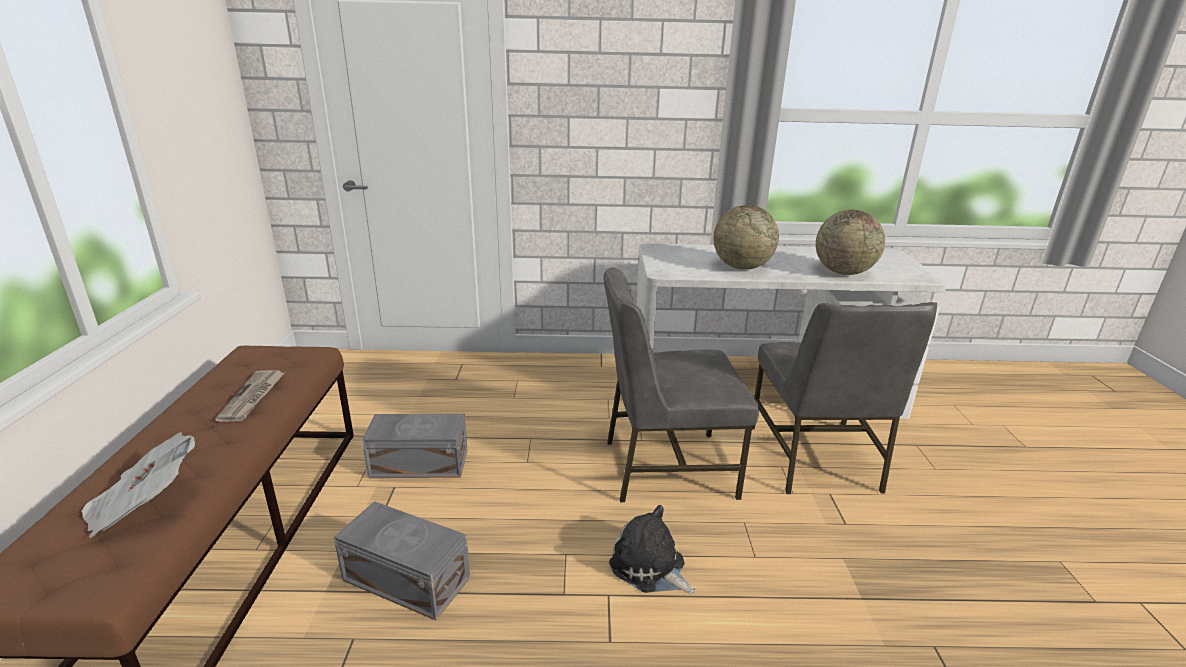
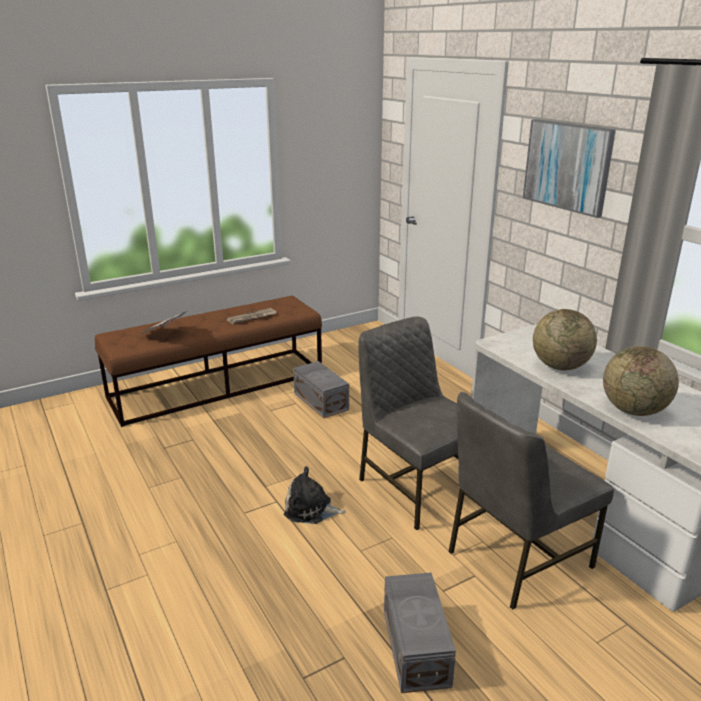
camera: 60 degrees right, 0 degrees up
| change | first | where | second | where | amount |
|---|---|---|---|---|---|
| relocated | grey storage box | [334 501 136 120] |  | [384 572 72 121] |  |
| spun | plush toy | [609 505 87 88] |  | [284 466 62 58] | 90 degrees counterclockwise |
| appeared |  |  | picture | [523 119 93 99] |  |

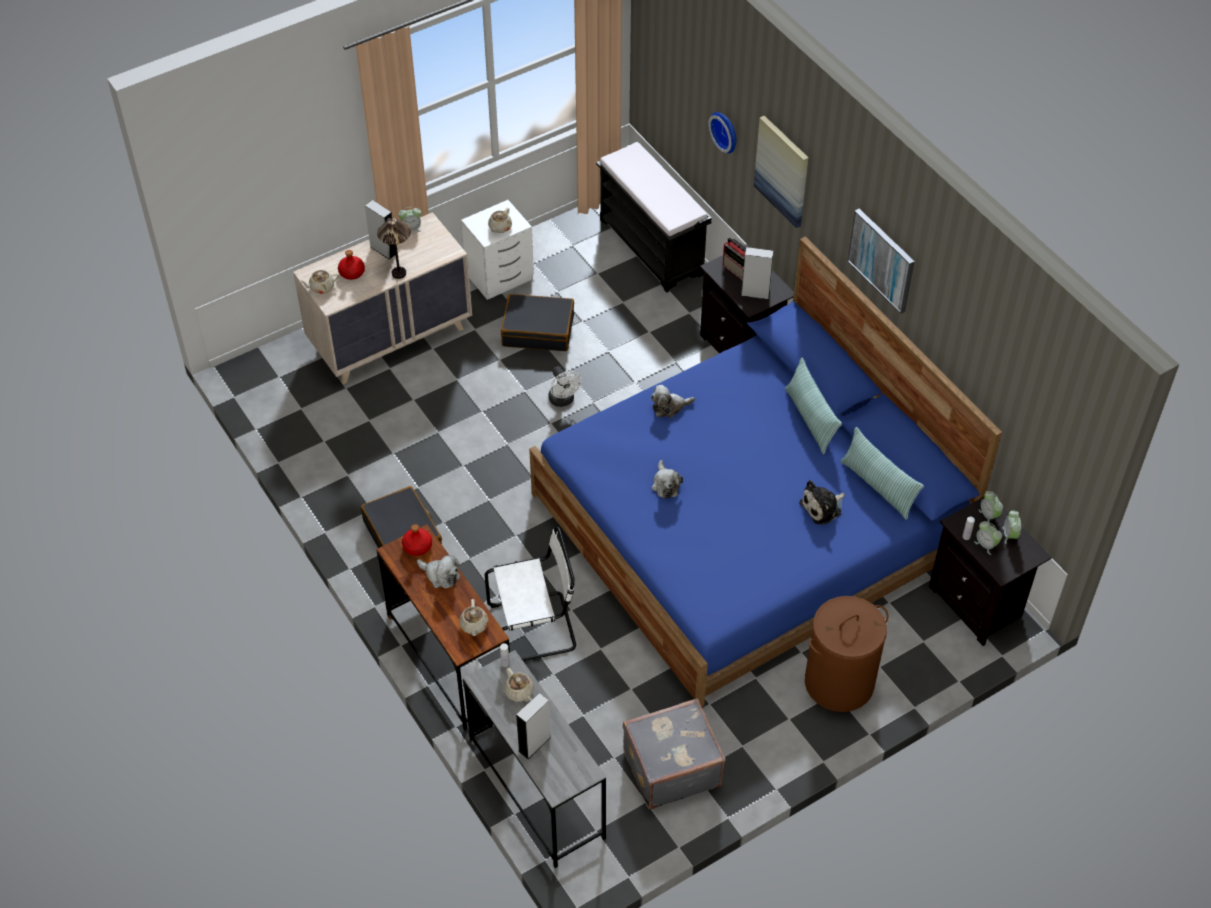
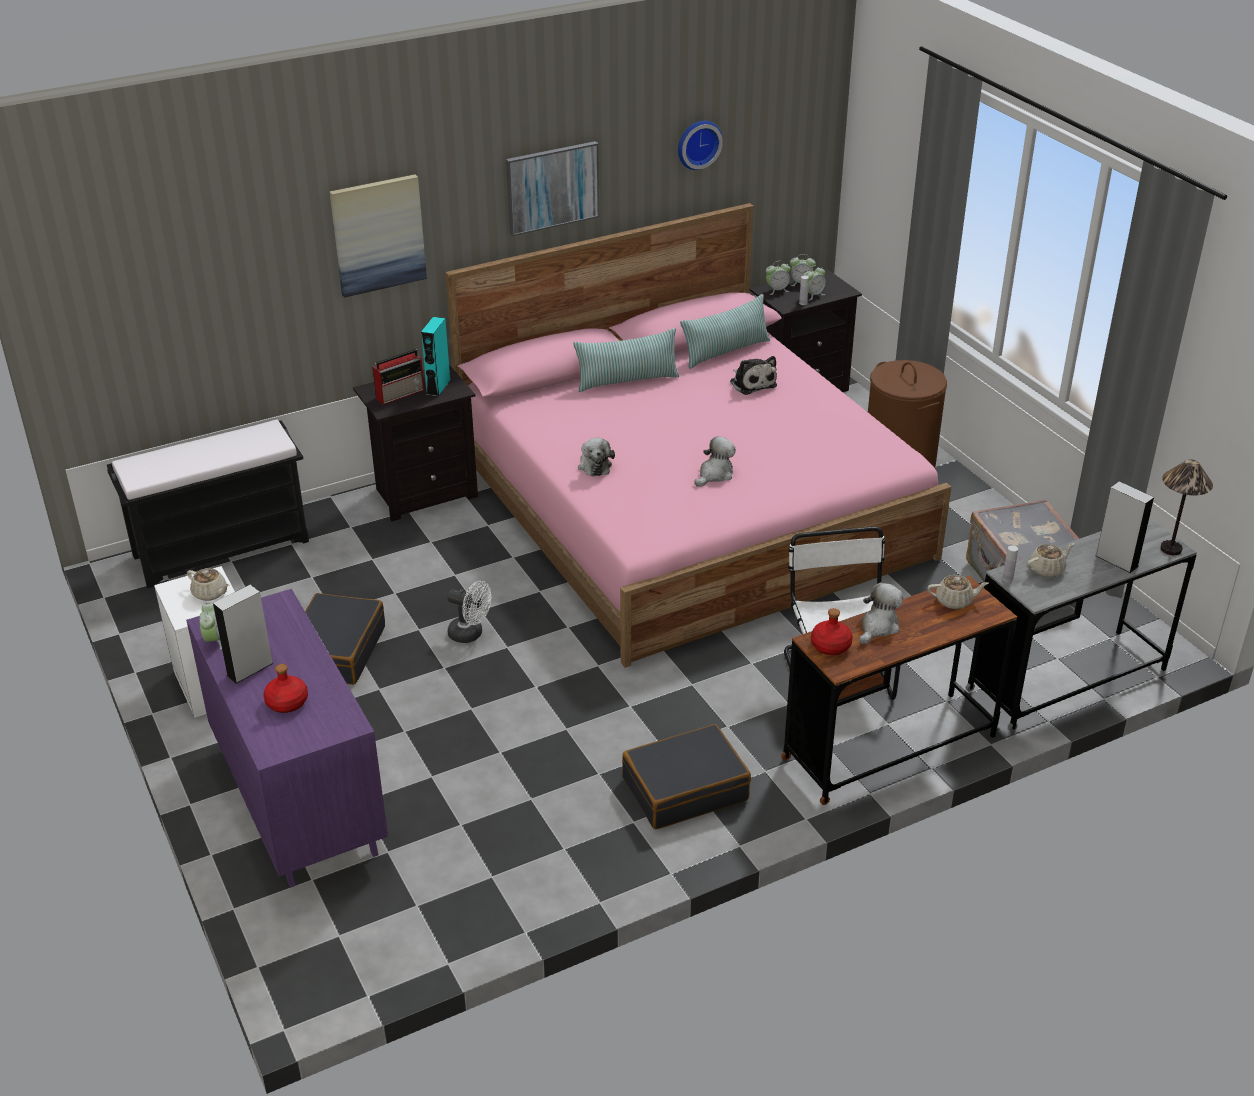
camera: 85 degrees left, 15 degrees down
| change | first | where | second | where | amount |
|---|---|---|---|---|---|
| relocated | wall clock | [708 112 29 41] |  | [678 121 45 49] |  |
| colour | beige dresser | [293 212 179 172] | purple dresser | [186 589 202 299] |  |
| relocated | table lamp | [377 218 34 61] |  | [1161 459 52 96] |  |
| colour | blue bed | [529 236 473 471] | pink bed | [445 203 506 465] |  |
| colour | grey speaker | [741 247 33 53] | turquoise speaker | [421 317 29 79] |  |
| missing | beige teapot | [299 270 40 24] |  |  |  |
| spun | white fan | [548 366 34 41] |  | [447 581 44 62] | 45 degrees clockwise |
| spun | plush toy | [651 460 32 39] |  | [694 436 42 51] | 45 degrees counterclockwise |

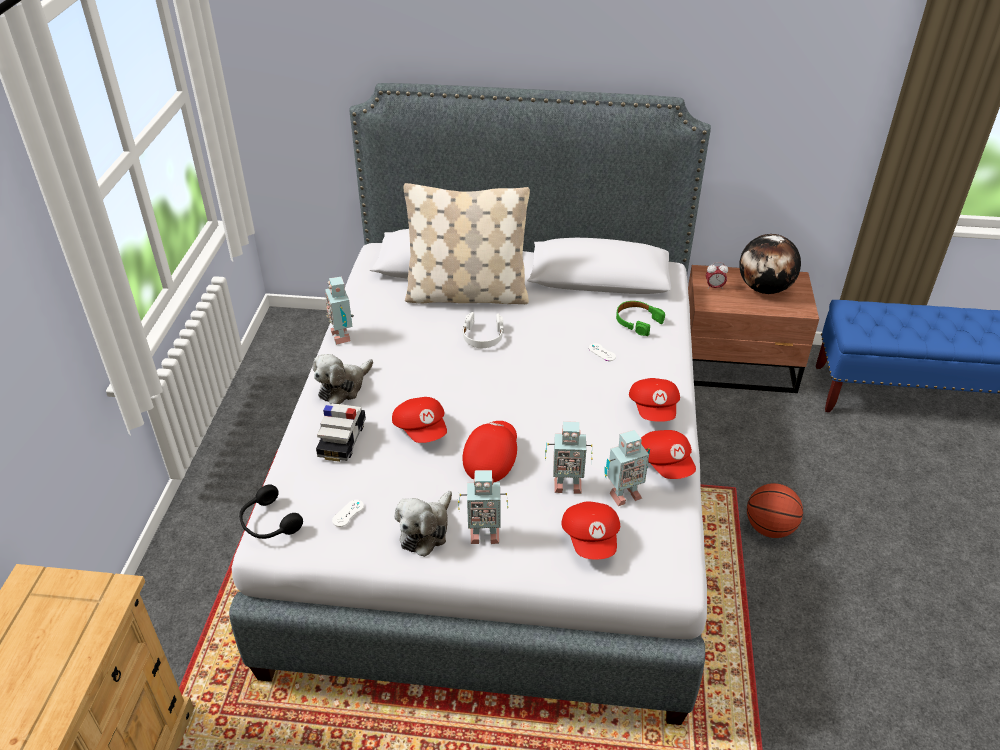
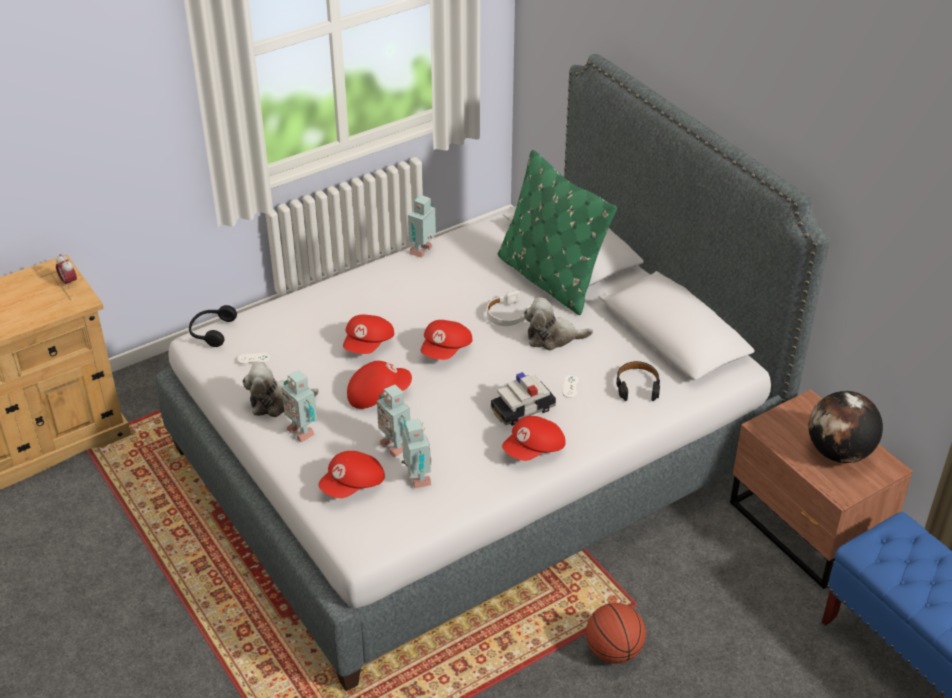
camera: 50 degrees right, 0 degrees up
| change | first | where | second | where | amount |
|---|---|---|---|---|---|
| colour | beige pillow | [403 183 127 121] | green pillow | [498 150 119 165] |  |
| relocated | alarm clock | [706 263 22 27] |  | [56 254 21 33] |  |
| colour | green headphones | [616 301 49 35] | black headphones | [616 361 44 40] |  |
| relocated | plush toy | [313 354 60 50] |  | [524 297 69 54] |  |
| relocated | toy car | [316 403 50 59] |  | [491 372 65 54] |  |
| spun | toy robot | [604 430 46 76] |  | [401 418 31 71] | 135 degrees counterclockwise |
| relocated | red cap | [641 430 55 49] |  | [420 320 52 40] |  |

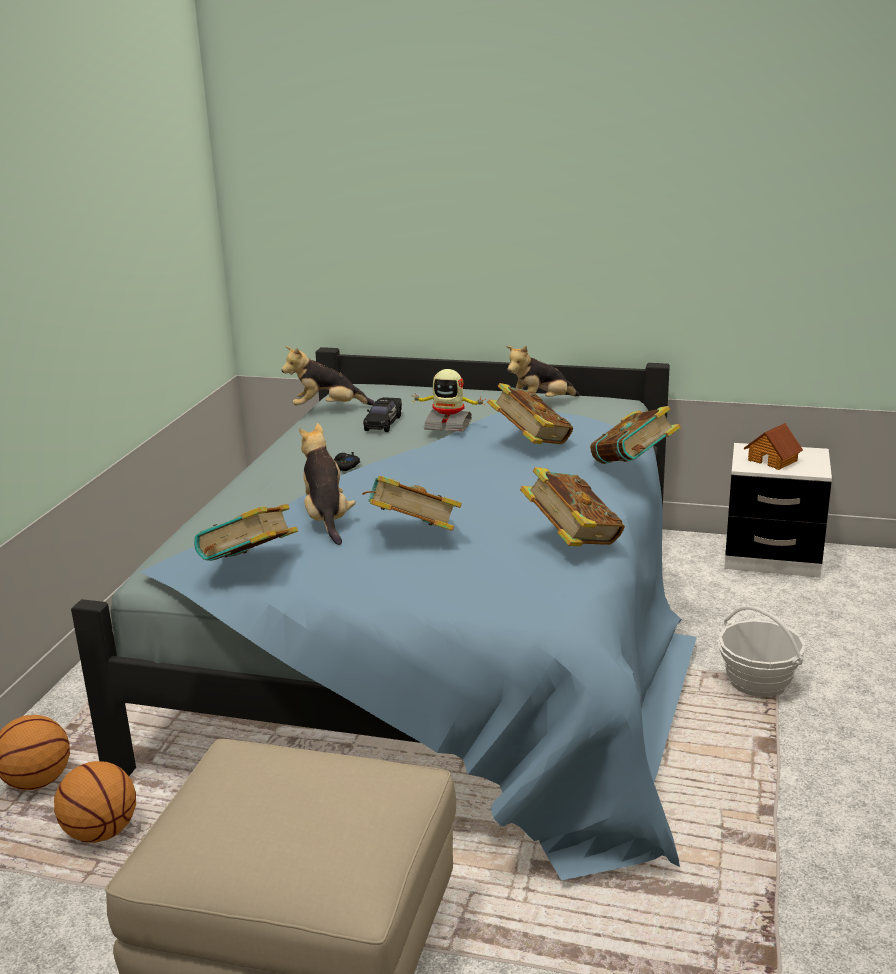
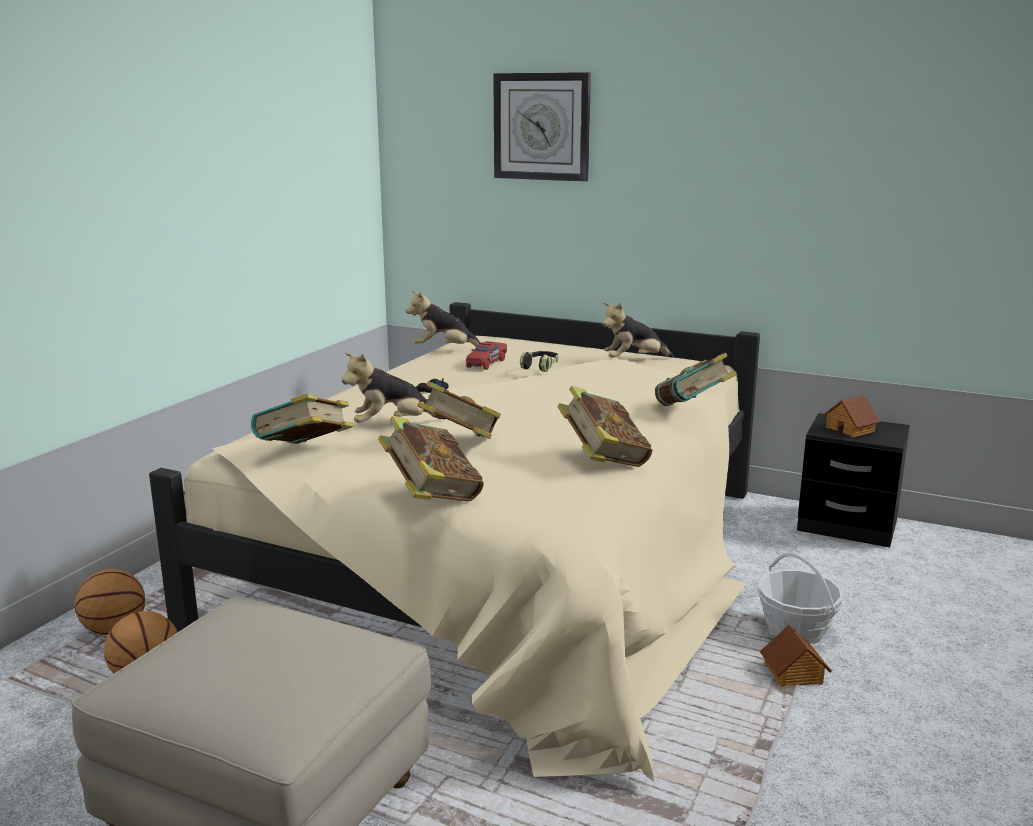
camera: 10 degrees right, 5 degrees down
| change | first | where | second | where | amount |
|---|---|---|---|---|---|
| colour | blue bed | [71 347 626 533] | beige bed | [149 302 611 480] |  |
| exchanged | toy robot | [412 369 74 63] | headphones | [520 351 38 21] |  |
| relocated | book | [487 383 86 61] |  | [378 416 106 86] |  |
| colour | black toy car | [363 397 39 35] | red toy car | [466 341 41 29] |  |
| spun | plush toy | [299 423 57 122] |  | [342 353 104 69] | 105 degrees counterclockwise |
| colour | white nightstand | [724 443 108 134] | black nightstand | [797 413 113 134] |  |
| appeared |  |  | wall clock | [493 72 98 110] |  |
| appeared |  |  | toy house | [760 624 72 63] |  |

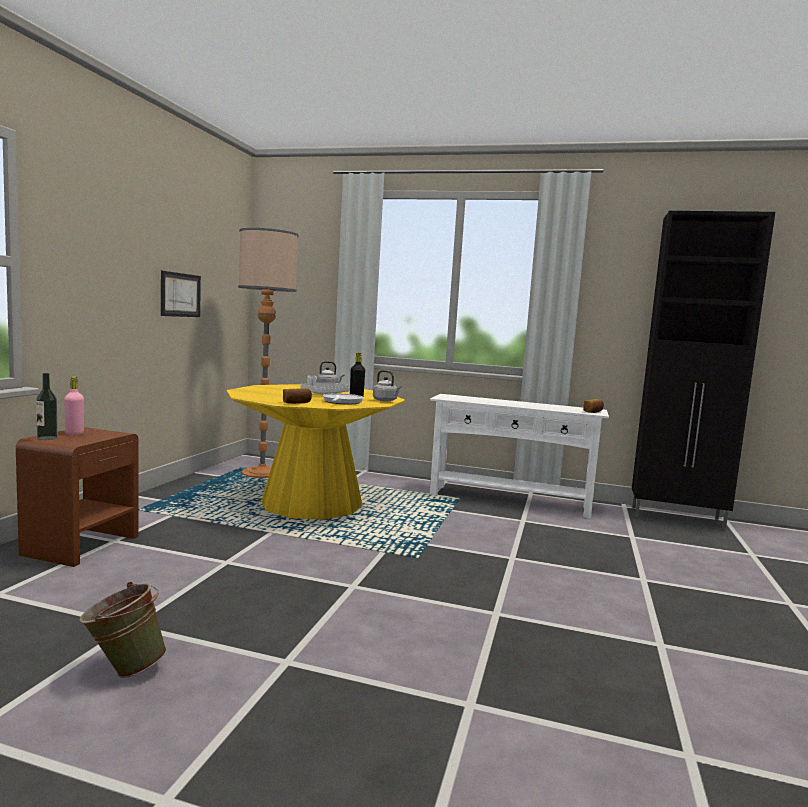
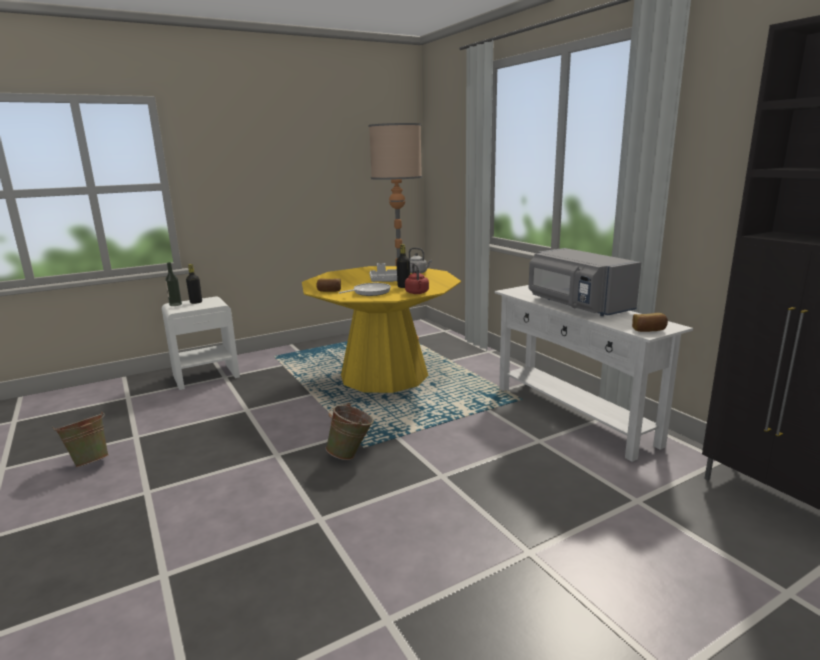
camera: 45 degrees right, 10 degrees up
| change | first | where | second | where | amount |
|---|---|---|---|---|---|
| missing | picture | [161 271 40 46] |  |  |  |
| colour | grey kettle | [373 370 29 32] | red kettle | [405 263 24 31] |  |
| colour | pink bottle | [64 376 20 59] | black bottle | [186 264 16 40] |  |
| colour | brown nightstand | [15 427 124 140] | white nightstand | [162 297 78 93] |  |
| appeared |  |  | grey microwave | [529 248 113 68] |  |
| appeared |  |  | green bucket | [326 403 48 57] |  |

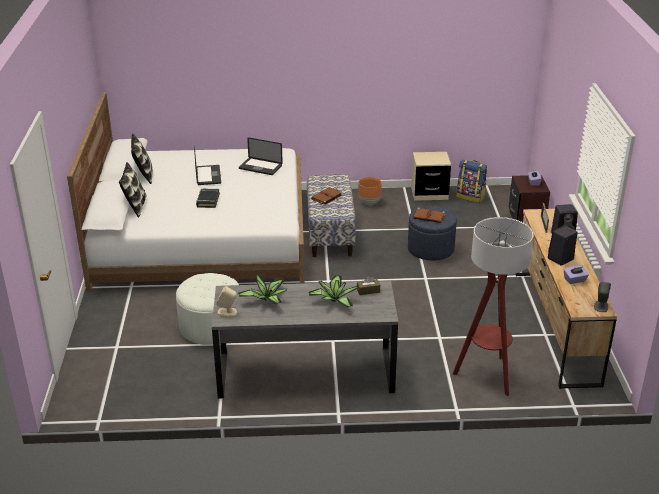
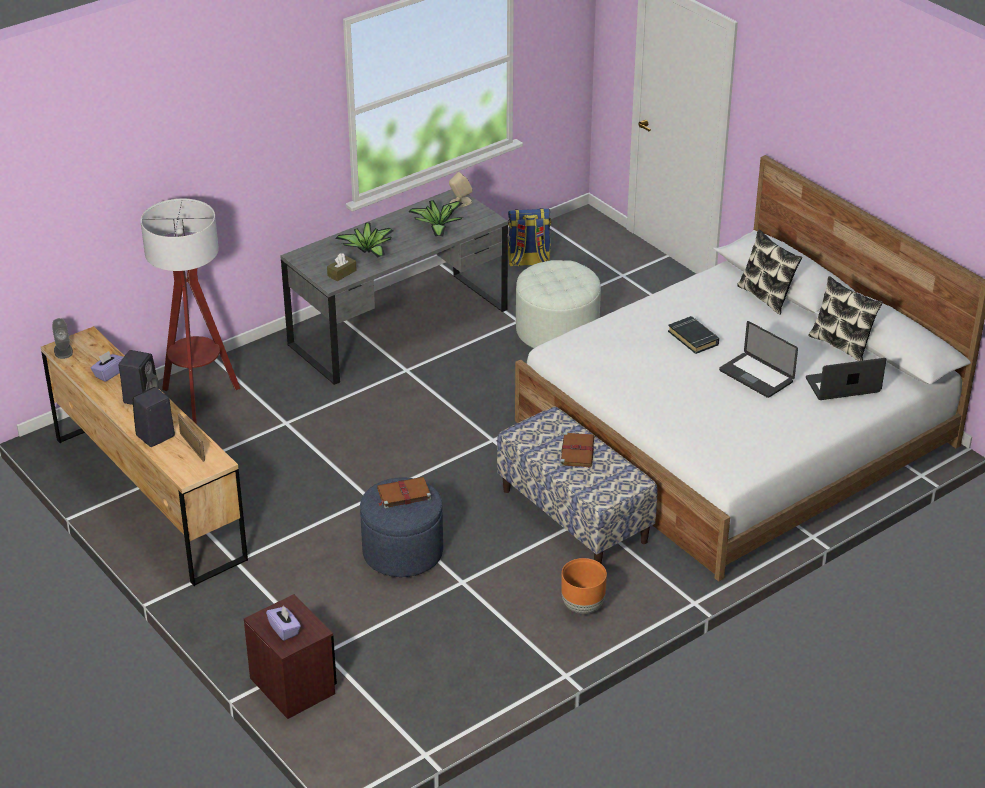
camera: 145 degrees right, 5 degrees up
| change | first | where | second | where | amount |
|---|---|---|---|---|---|
| relocated | laptop | [239 137 44 38] |  | [806 358 80 42] |  |
| missing | beige nightstand | [411 152 40 49] |  |  |  |
| relocated | backpack | [456 160 31 43] |  | [508 208 43 58] |  |

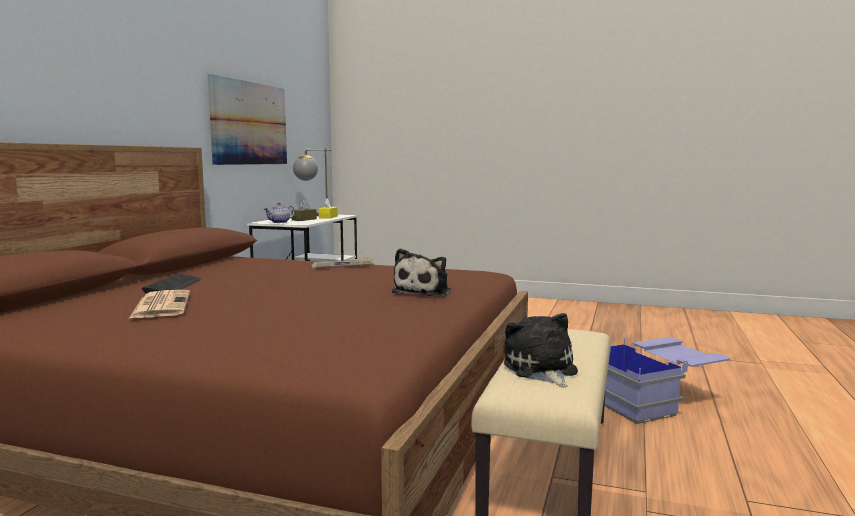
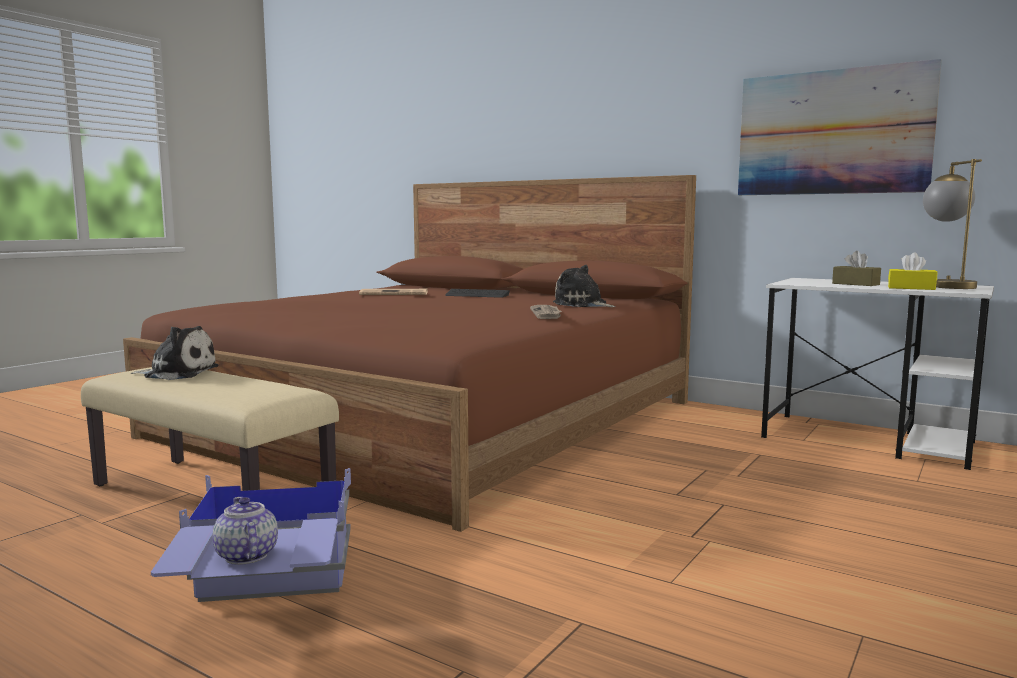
camera: 105 degrees right, 0 degrees up
| change | first | where | second | where | amount |
|---|---|---|---|---|---|
| relocated | teapot | [264 203 31 20] |  | [213 497 65 68] |  |
| relocated | plush toy | [392 248 59 48] |  | [553 265 63 42] |  |

